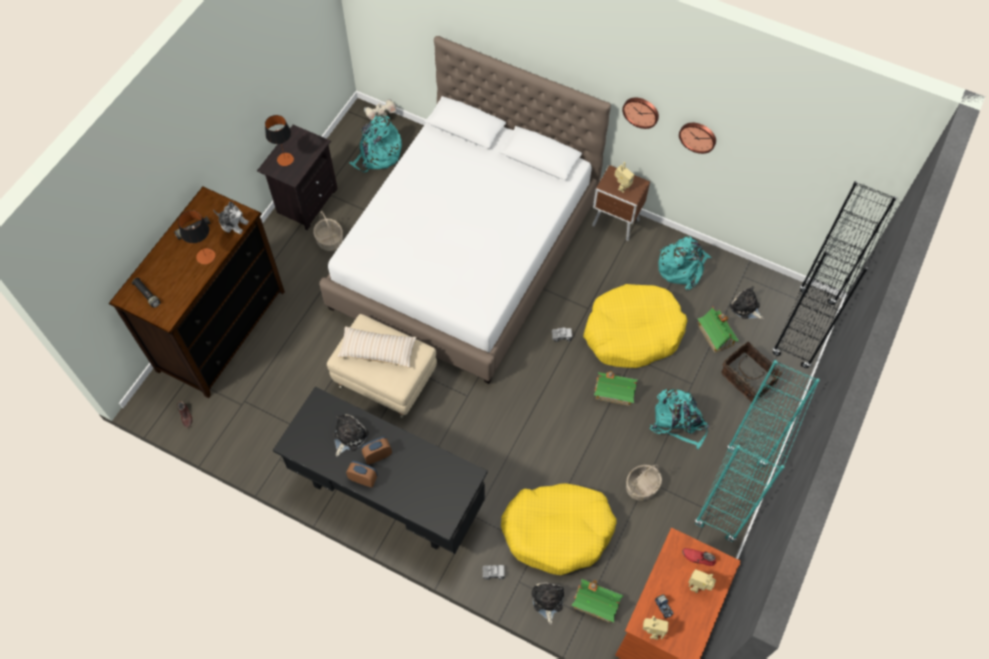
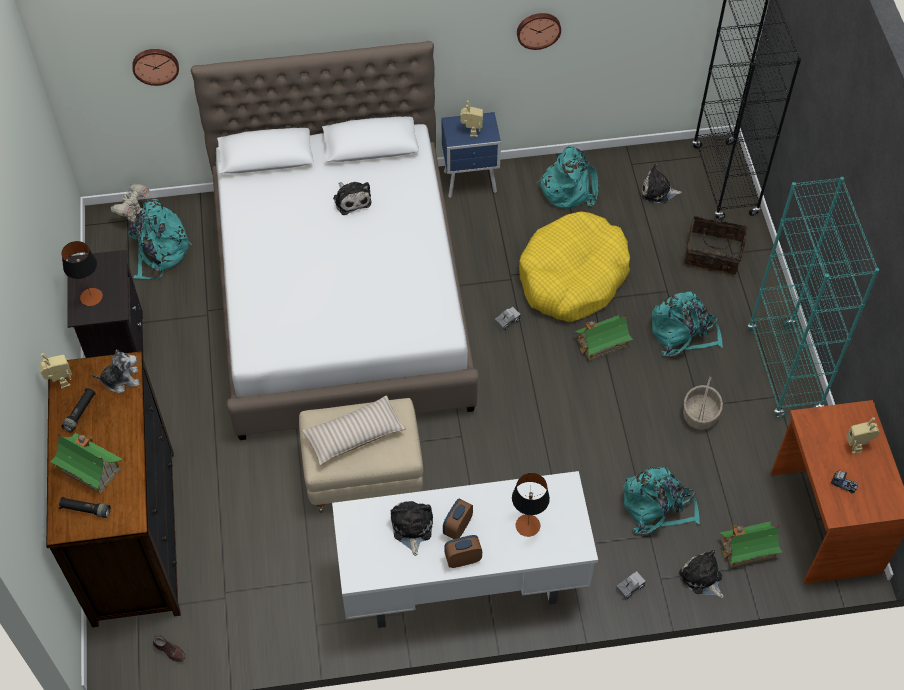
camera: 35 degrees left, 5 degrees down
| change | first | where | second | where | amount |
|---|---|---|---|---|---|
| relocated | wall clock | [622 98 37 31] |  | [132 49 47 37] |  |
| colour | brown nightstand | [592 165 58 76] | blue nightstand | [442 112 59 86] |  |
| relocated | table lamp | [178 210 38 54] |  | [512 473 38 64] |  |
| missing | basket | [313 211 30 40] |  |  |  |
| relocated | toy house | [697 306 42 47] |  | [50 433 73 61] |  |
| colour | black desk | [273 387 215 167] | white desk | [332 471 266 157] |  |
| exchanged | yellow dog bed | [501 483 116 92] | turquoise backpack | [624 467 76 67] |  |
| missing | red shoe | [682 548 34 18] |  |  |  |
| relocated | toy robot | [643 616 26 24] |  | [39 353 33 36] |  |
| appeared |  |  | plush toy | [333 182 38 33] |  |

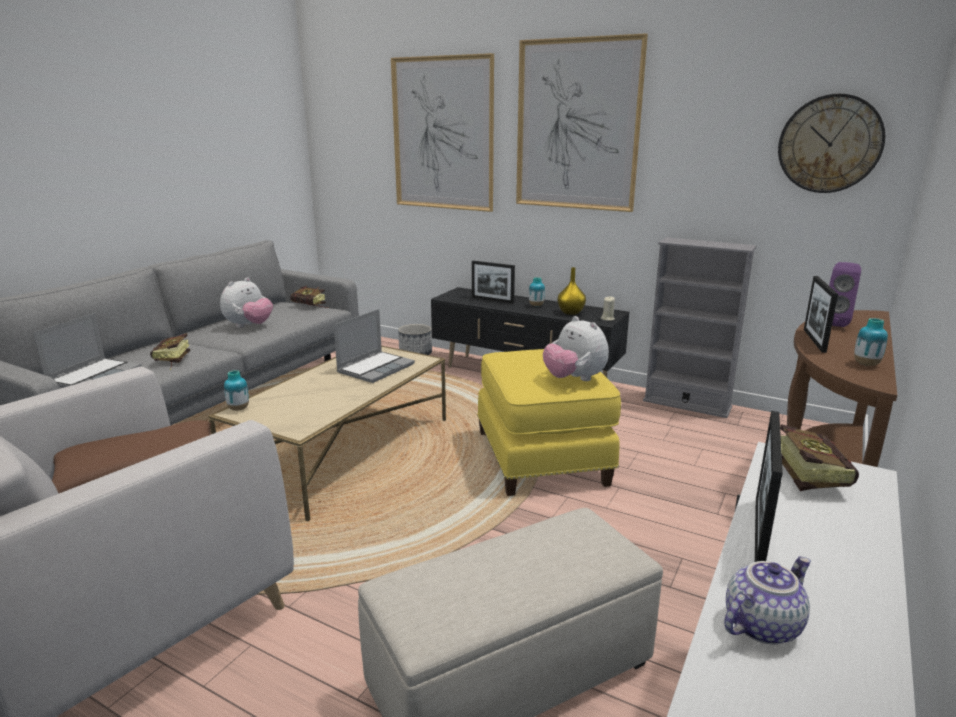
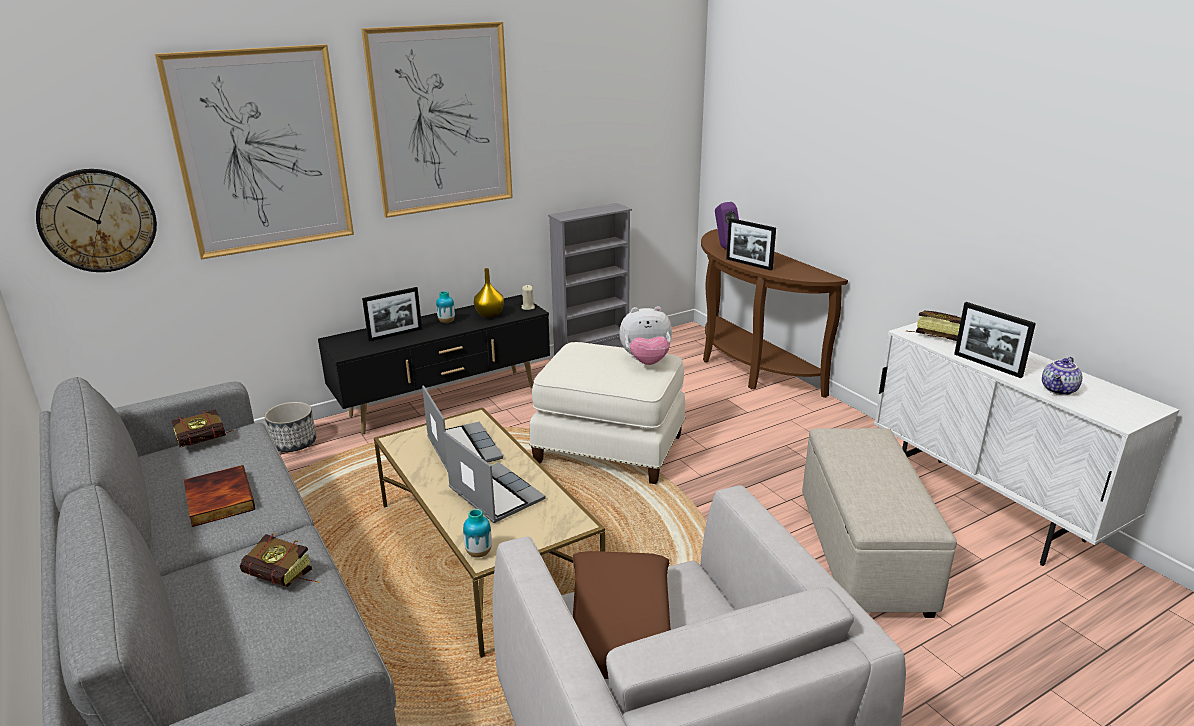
camera: 60 degrees left, 5 degrees up
| change | first | where | second | where | amount |
|---|---|---|---|---|---|
| relocated | wall clock | [778 94 107 99] |  | [36 169 121 103] |  |
| exchanged | plush toy | [220 277 53 51] | book | [184 465 72 62] |  |
| relocated | laptop | [33 313 109 75] |  | [444 432 102 91] |  |
| missing | vase | [854 318 34 48] |  |  |  |
| colour | yellow ottoman | [477 349 144 147] | white ottoman | [529 342 156 142] |  |
| spun | teapot | [724 556 87 89] |  | [1042 357 40 38] | 135 degrees counterclockwise |

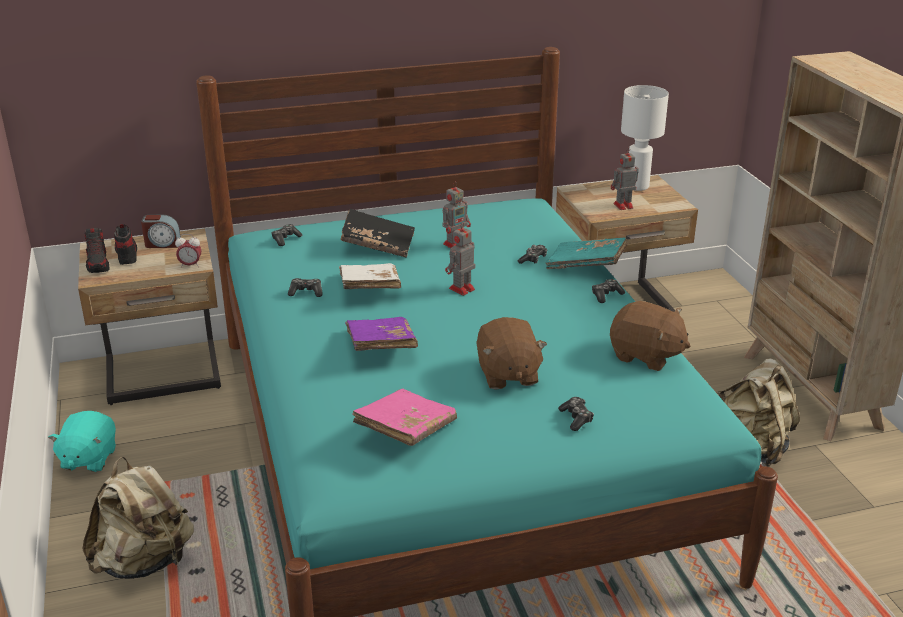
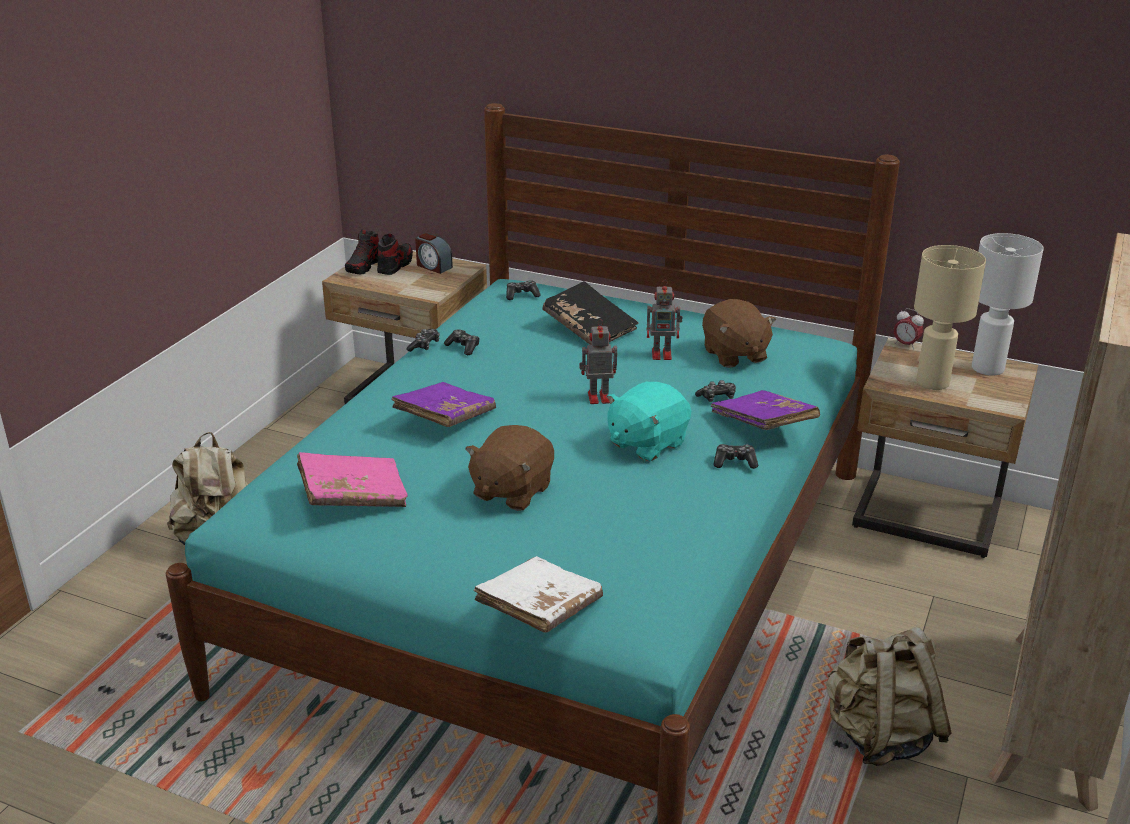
camera: 40 degrees right, 0 degrees up
| change | first | where | second | where | amount |
|---|---|---|---|---|---|
| exchanged | toy robot | [611 148 28 62] | beige table lamp | [914 245 72 145] |  |
| relocated | alarm clock | [175 234 26 34] |  | [894 308 30 41] |  |
| colour | turquoise book | [546 237 81 32] | purple book | [711 390 109 40] |  |
| relocated | white book | [339 263 62 26] |  | [474 556 129 77] |  |
| relocated | brown plush toy | [610 301 80 70] |  | [702 299 74 69] |  |
| relocated | game controller | [558 397 36 34] |  | [406 329 34 23] |  |
| relocated | turquoise plush toy | [48 411 68 61] |  | [606 382 85 79] |  |

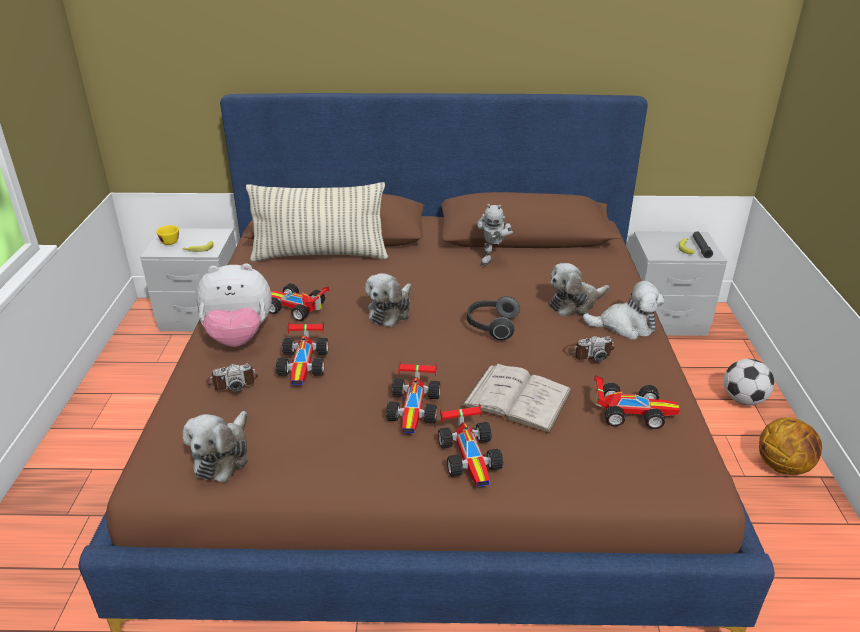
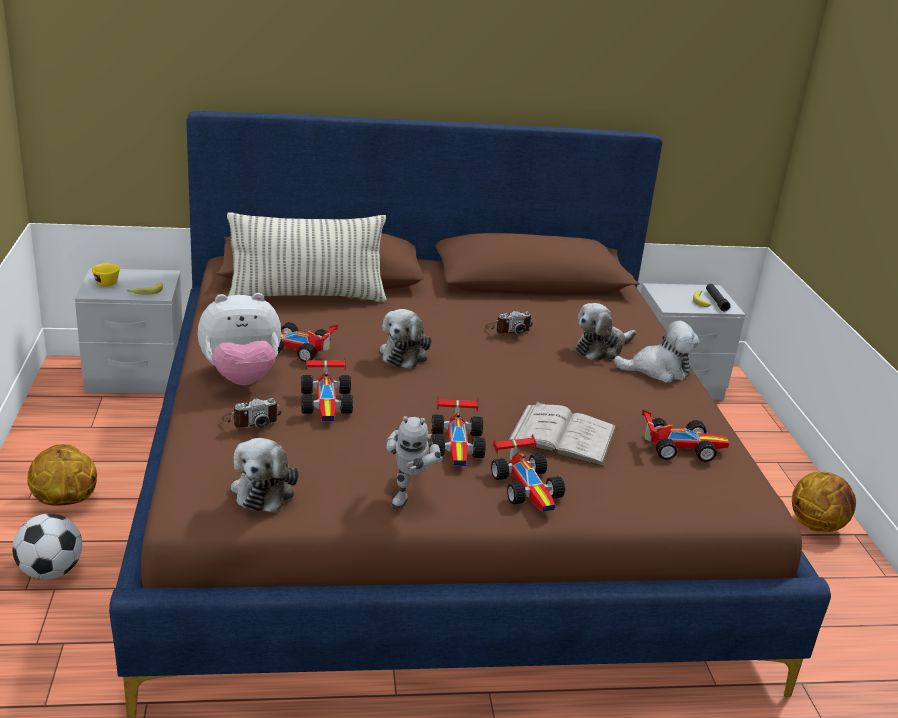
camera: 10 degrees left, 5 degrees down
| change | first | where | second | where | amount |
|---|---|---|---|---|---|
| relocated | toy robot | [477 204 36 61] |  | [386 416 57 93] |  |
| missing | headphones | [467 296 53 44] |  |  |  |
| relocated | photo camera | [563 336 52 26] |  | [485 311 48 23] |  |
| relocated | football | [724 359 50 46] |  | [12 514 70 66] |  |
| appeared |  |  | basketball | [27 445 70 61] |  |

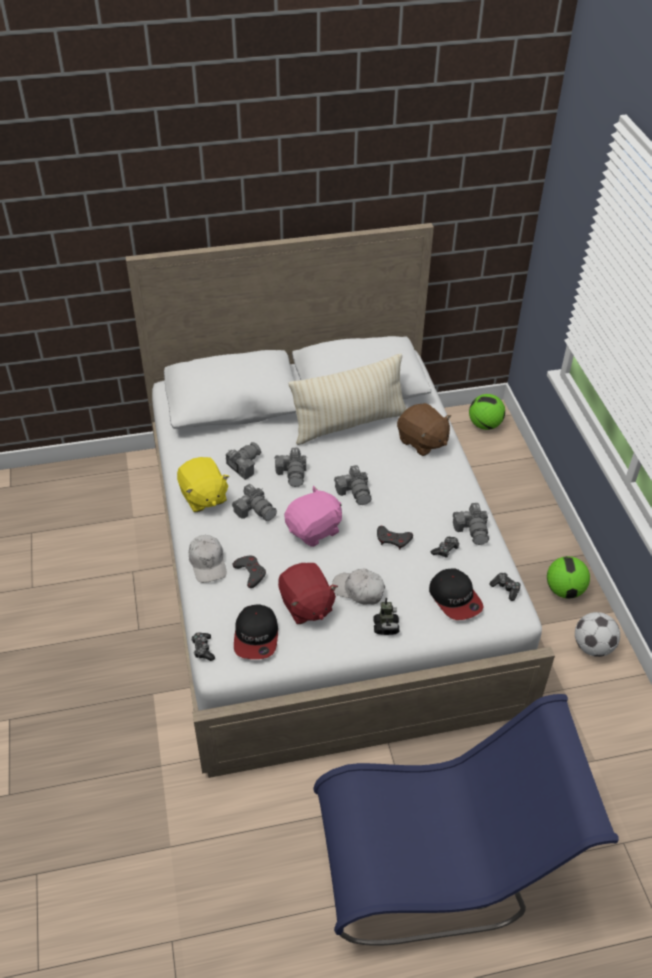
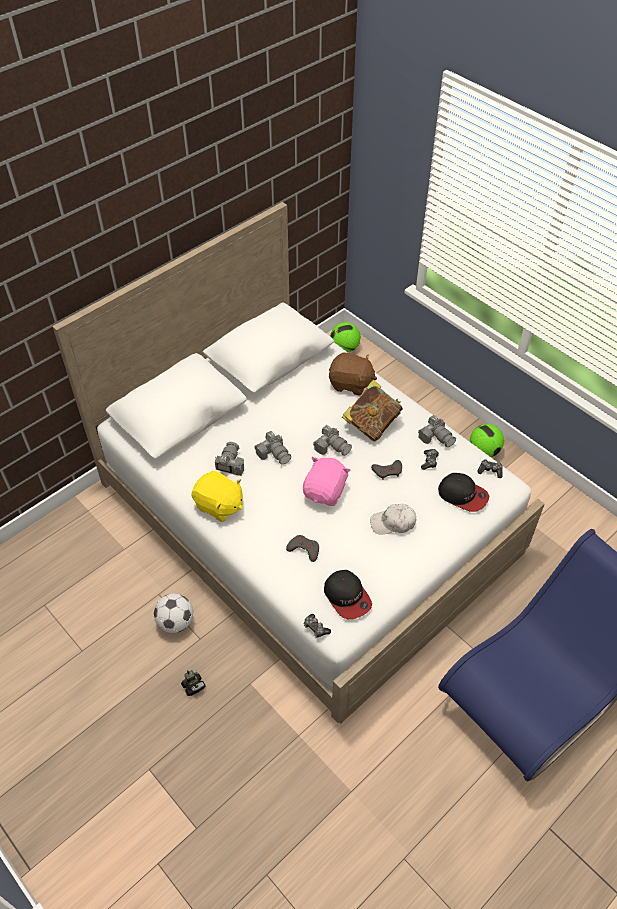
camera: 30 degrees left, 5 degrees up
| change | first | where | second | where | amount |
|---|---|---|---|---|---|
| missing | beige pillow | [289 353 117 92] |  |  |  |
| missing | photo camera | [232 484 45 37] |  |  |  |
| missing | white cap | [189 535 37 48] |  |  |  |
| missing | red plush toy | [278 563 60 61] |  |  |  |
| relocated | toy robot | [373 598 27 37] |  | [181 669 25 27] |  |
| relocated | football | [575 612 45 45] |  | [154 593 39 40] |  |
| appeared |  |  | book | [342 380 61 61] |  |

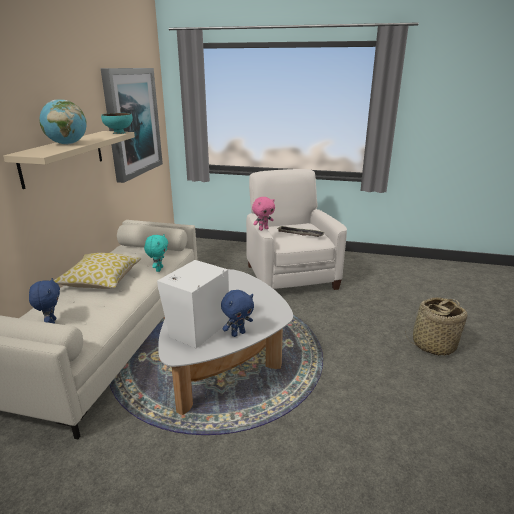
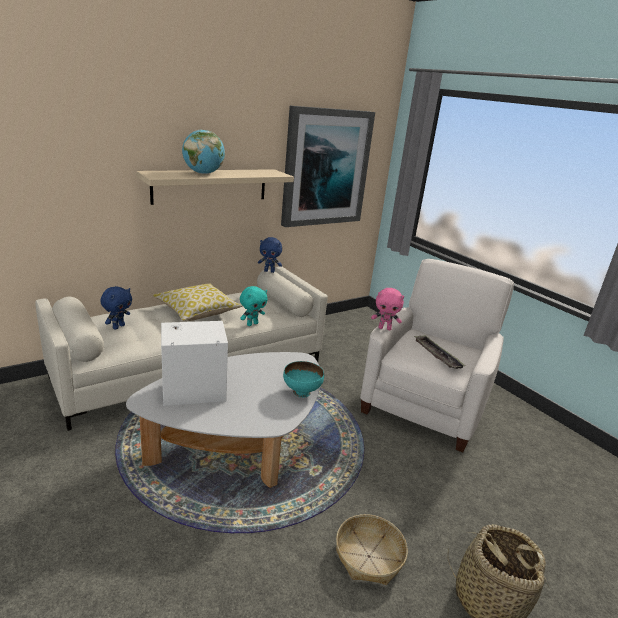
camera: 40 degrees right, 0 degrees up
| change | first | where | second | where | amount |
|---|---|---|---|---|---|
| relocated | turquoise bowl | [101 113 32 21] |  | [283 361 41 37] |  |
| relocated | blue plush toy | [221 290 33 47] |  | [258 237 24 36] |  |
| appeared |  |  | basket | [336 514 72 71] |  |

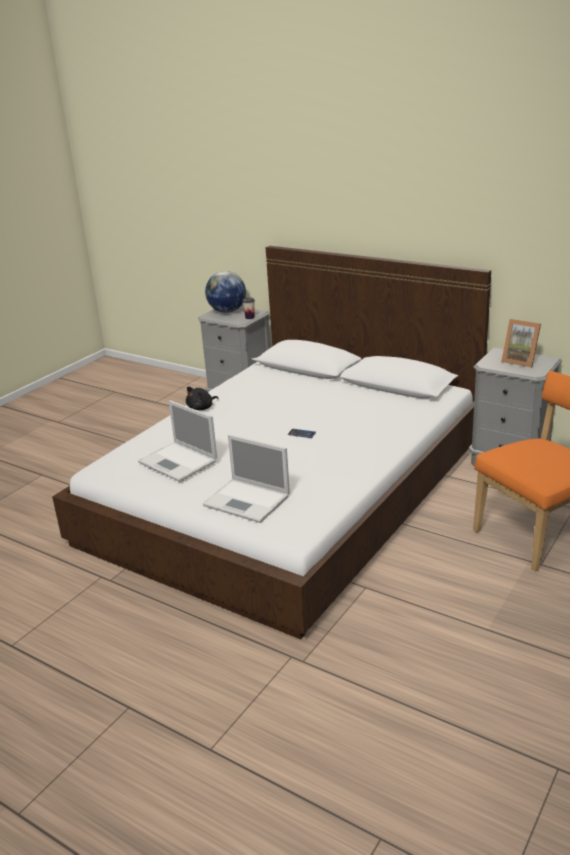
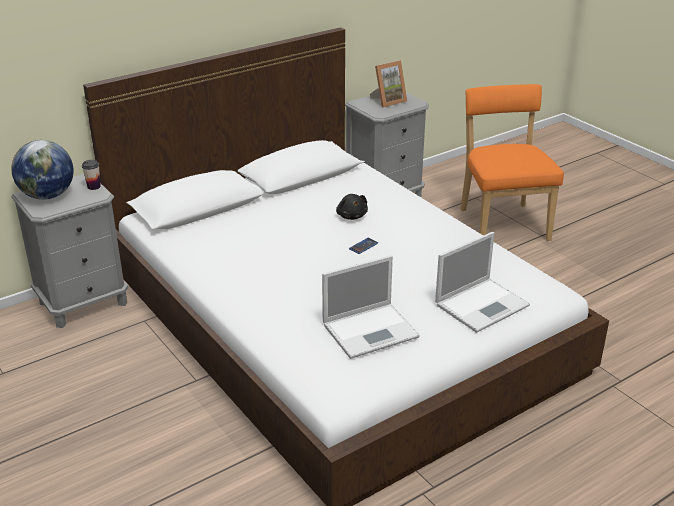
camera: 70 degrees left, 5 degrees up
| change | first | where | second | where | amount |
|---|---|---|---|---|---|
| relocated | black plush toy | [186 387 33 23] |  | [336 194 32 26] |  |

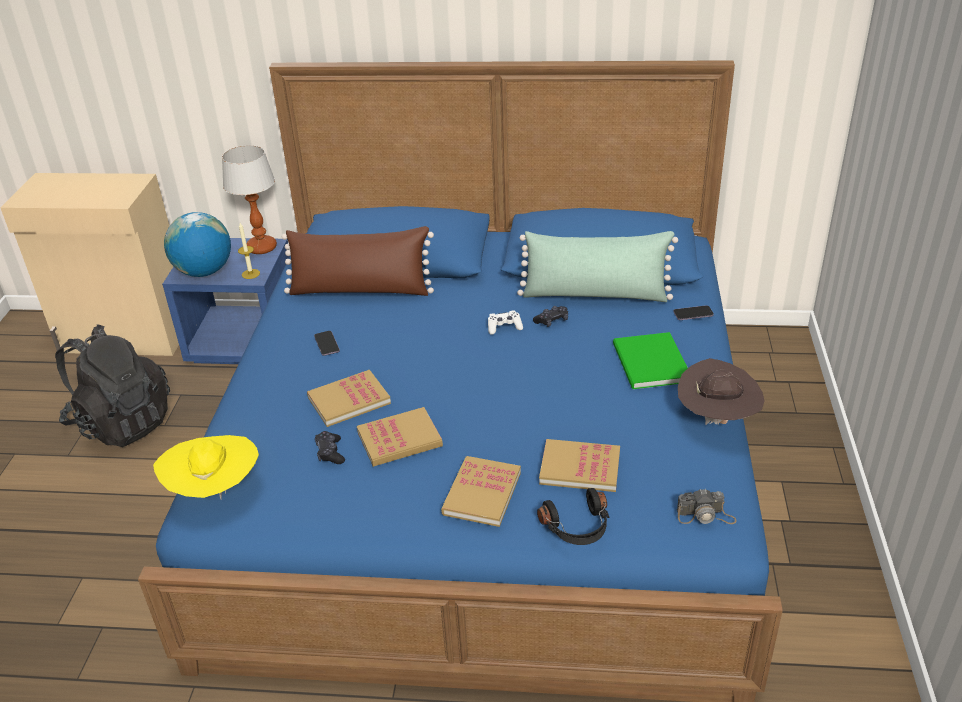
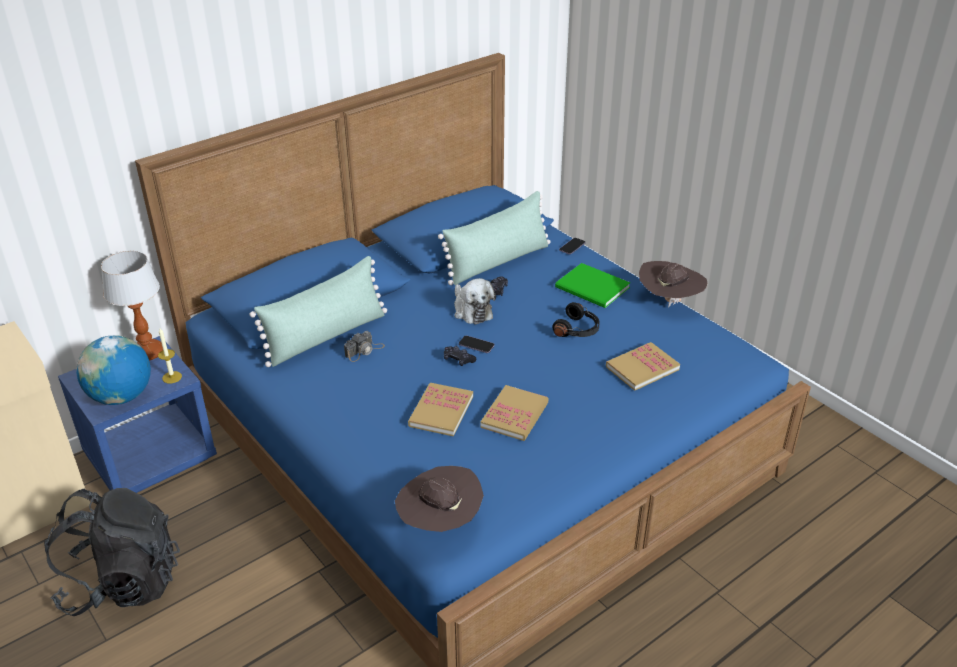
camera: 45 degrees left, 0 degrees up
| change | first | where | second | where | amount |
|---|---|---|---|---|---|
| colour | brown pillow | [282 226 152 70] | green pillow | [250 256 137 111] |  |
| exchanged | white game controller | [488 310 35 25] | plush toy | [454 278 42 46] |  |
| relocated | phone | [314 331 26 25] |  | [459 335 36 18] |  |
| relocated | black game controller | [315 431 30 33] |  | [444 346 32 20] |  |
| colour | yellow hat | [153 435 106 65] | brown hat | [395 466 89 66] |  |
| missing | book | [441 456 80 71] |  |  |  |
| relocated | black headphones | [537 488 72 57] |  | [552 302 48 35] |  |
| relocated | photo camera | [677 489 60 35] |  | [344 331 41 31] |  |

